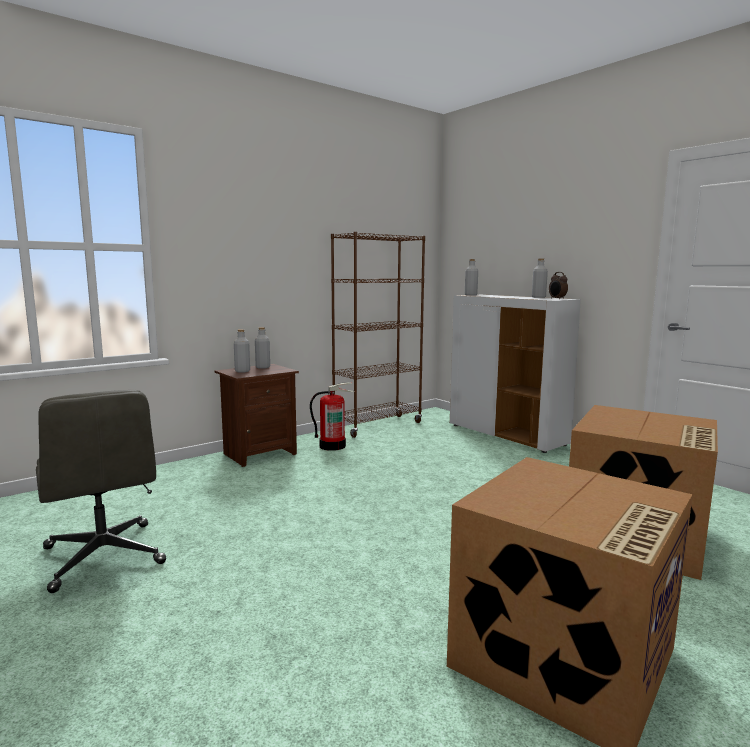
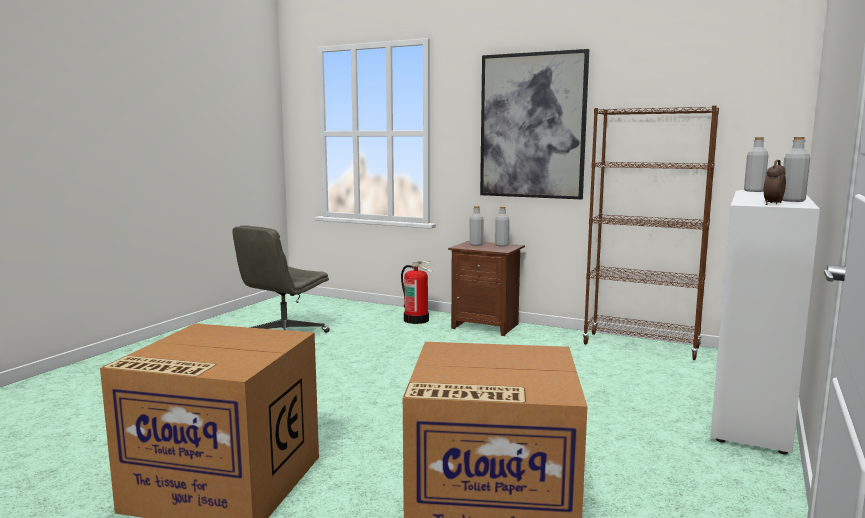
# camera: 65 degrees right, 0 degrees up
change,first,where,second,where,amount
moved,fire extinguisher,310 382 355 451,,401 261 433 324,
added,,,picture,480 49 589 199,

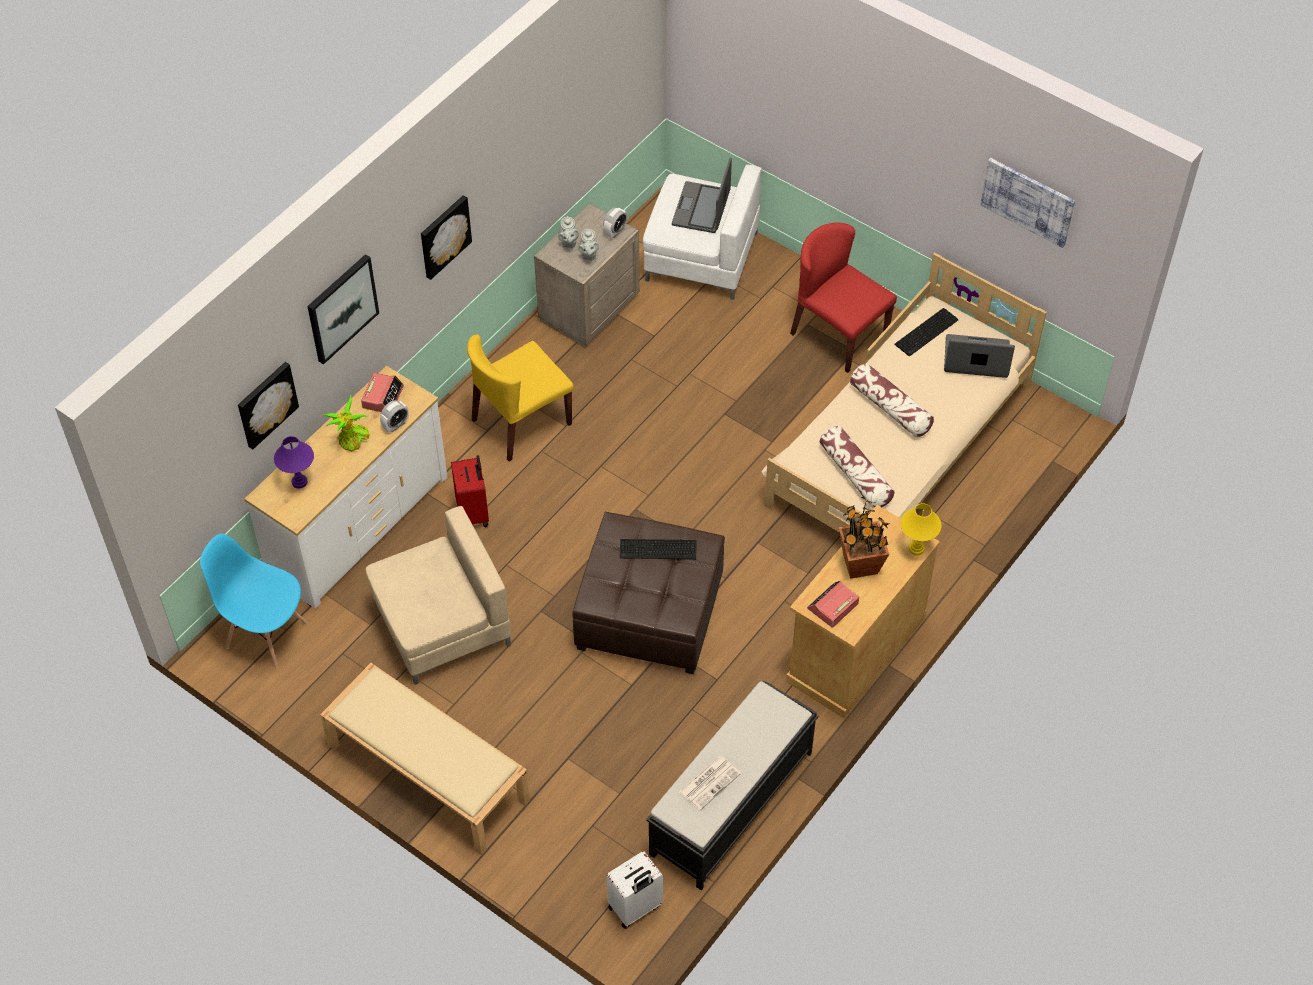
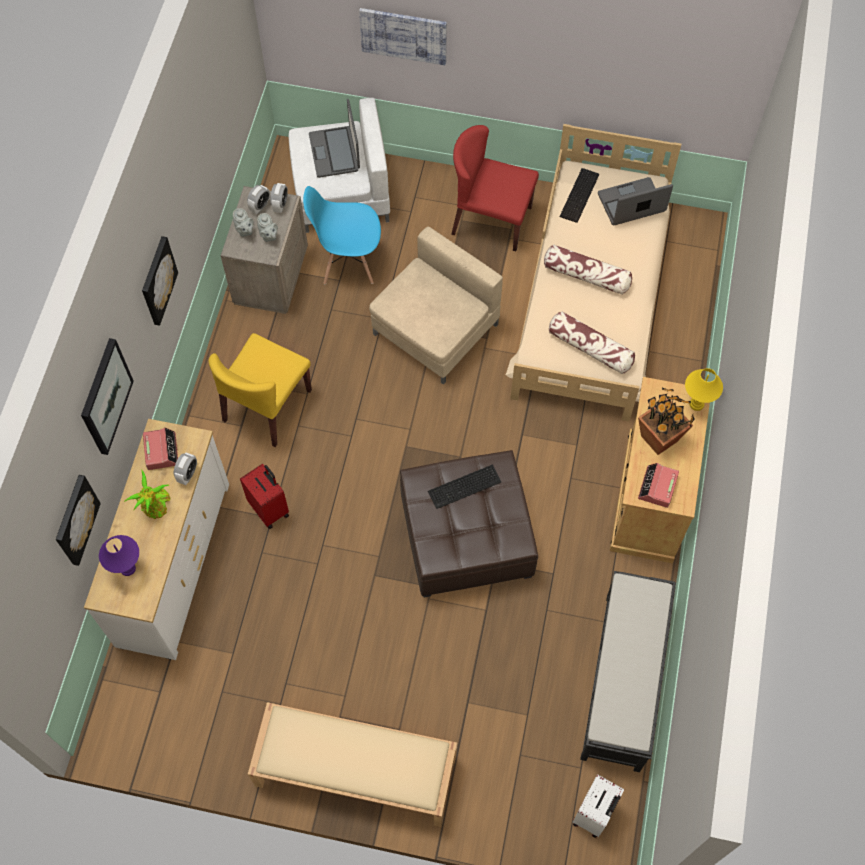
# camera: 25 degrees left, 10 degrees up
change,first,where,second,where,amount
added,,,alarm clock,247 185 270 214,
moved,blue chair,200 533 308 669,,303 186 381 284,
moved,picture,980 158 1075 248,,359 8 447 65,
moved,beige armchair,366 506 511 685,,369 227 503 385,
removed,newspaper,679 756 741 811,,,

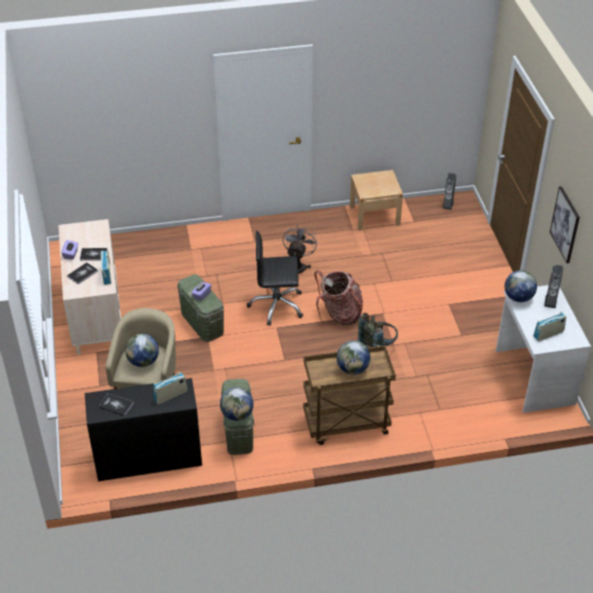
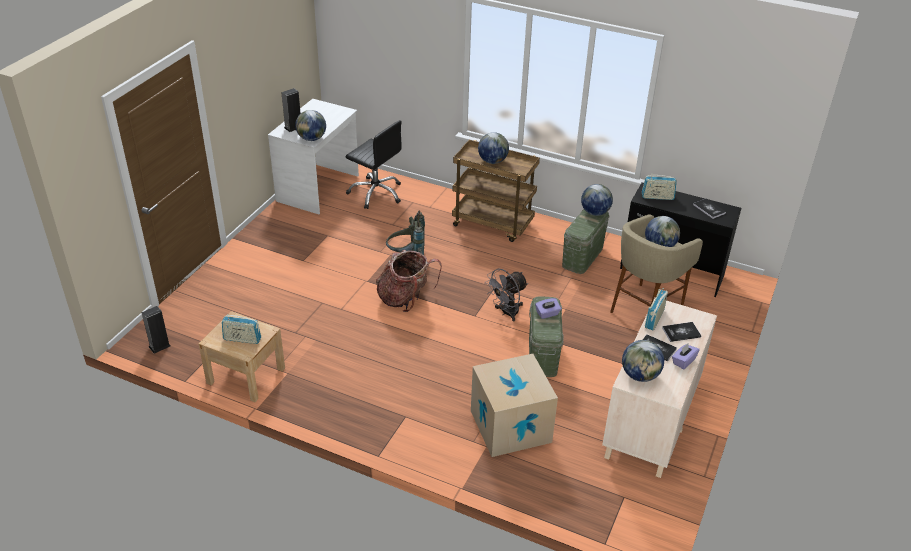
# camera: 145 degrees left, 5 degrees down
change,first,where,second,where,amount
moved,radio,533 311 566 341,,222 314 261 344,
moved,black office chair,247 231 303 326,,346 120 402 209,
added,,,cardboard box,471 354 558 457,
moved,grey fan,283 224 318 274,,485 268 528 321,
added,,,globe,622 340 664 382,
removed,picture,550 186 580 263,,,

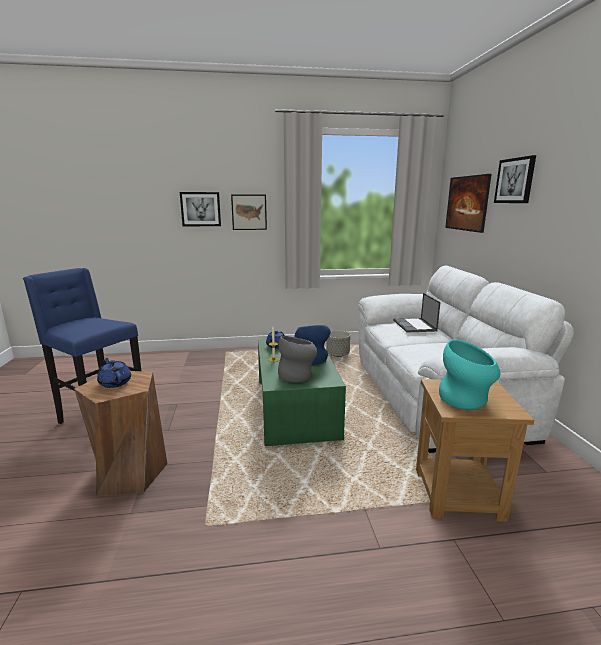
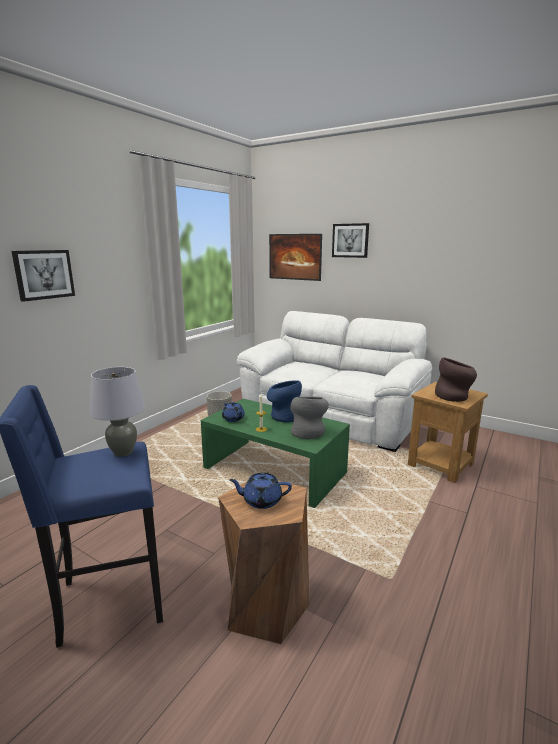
# camera: 50 degrees left, 0 degrees up
change,first,where,second,where,amount
added,,,grey table lamp,90 367 145 457,
recoloured,turquoise vase,439 339 501 410,brown vase,435 357 477 402,
removed,picture,231 194 267 230,,,
removed,laptop,393 293 441 333,,,

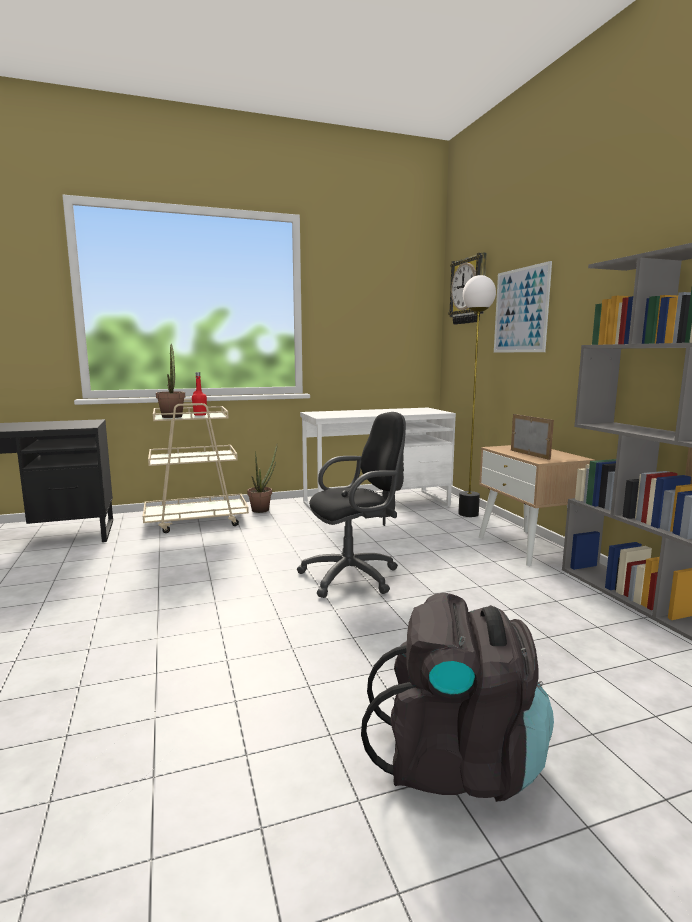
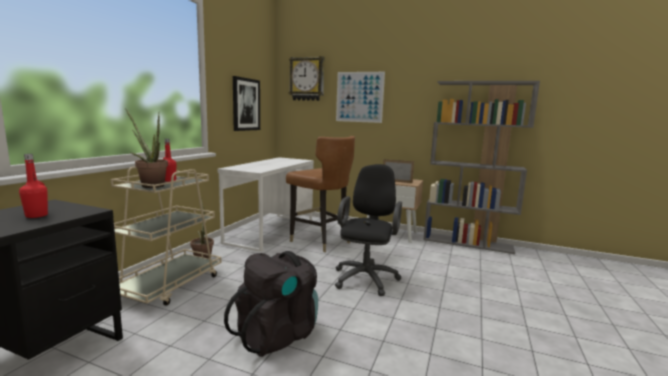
# camera: 50 degrees left, 0 degrees up
change,first,where,second,where,amount
added,,,red bottle,19 154 48 218,
moved,black backpack,361 593 554 802,,224 251 318 357,
added,,,picture,233 76 260 131,
added,,,brown chair,286 136 355 252,
removed,floor lamp,458 275 496 517,,,

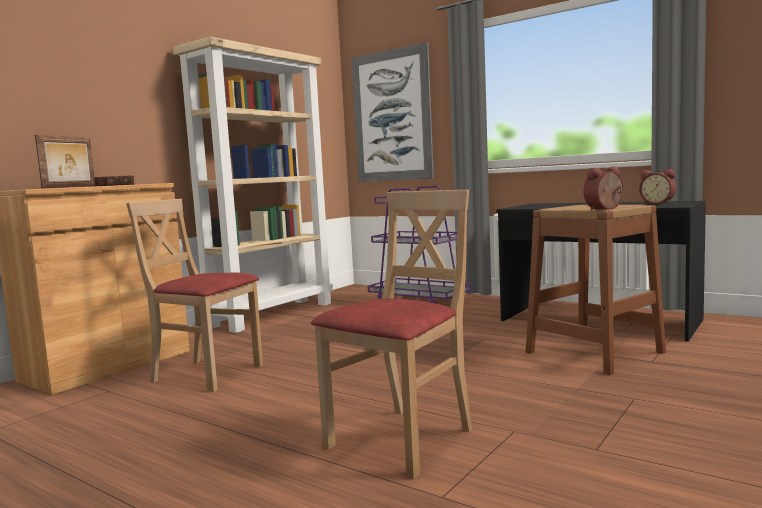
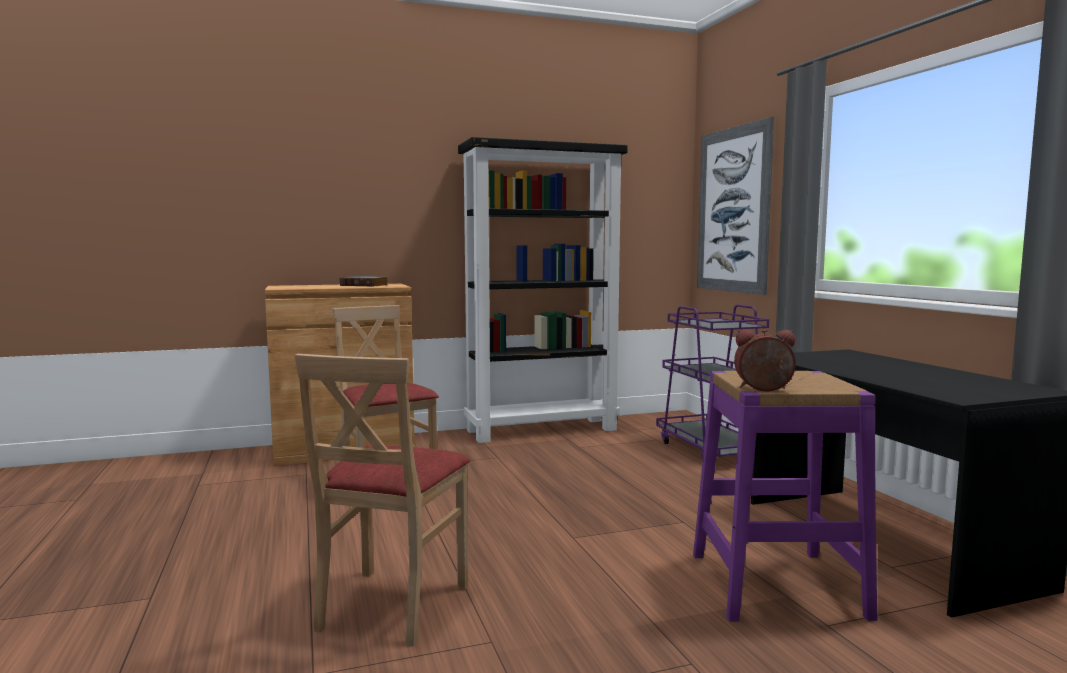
# camera: 35 degrees right, 0 degrees up
change,first,where,second,where,amount
turned,beige chair,311 190 472 479,,295 353 470 647,120 degrees clockwise
recoloured,beige bookcase,173 36 333 333,black bookcase,458 137 628 443,
recoloured,brown stool,525 205 666 375,purple stool,693 371 878 622,
removed,picture frame,35 135 95 189,,,
removed,alarm clock,639 169 676 204,,,

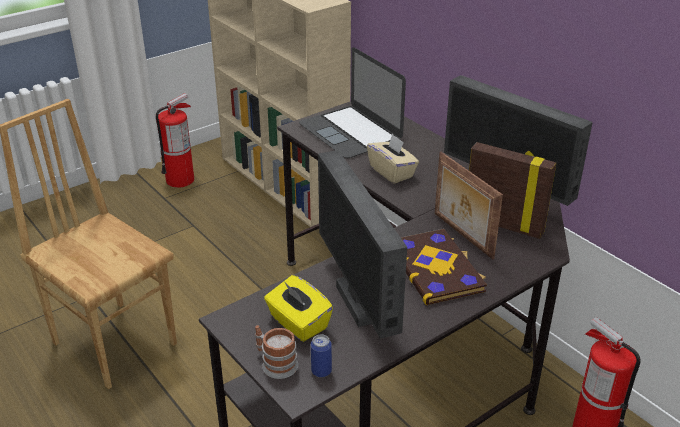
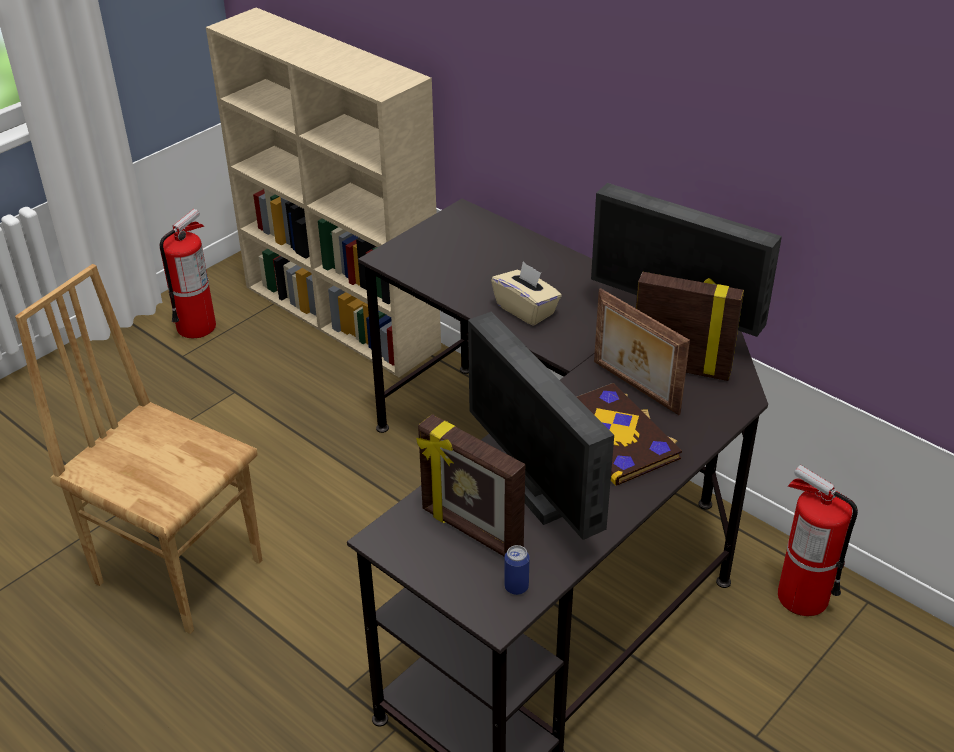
# camera: 10 degrees left, 5 degrees up
change,first,where,second,where,amount
replaced,yellow tissue box,264 275 333 342,picture frame,416 414 525 557,
removed,mug,255 325 298 379,,,
removed,laptop,299 47 406 158,,,

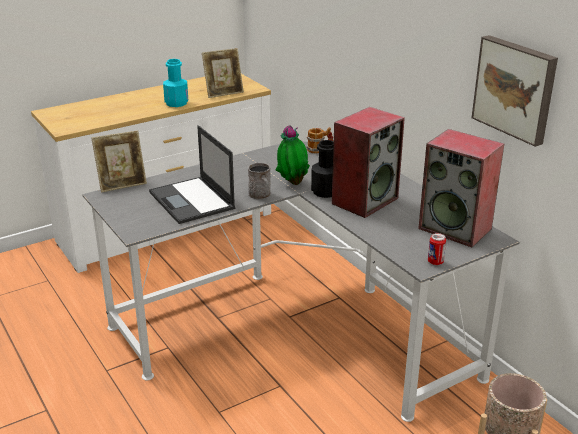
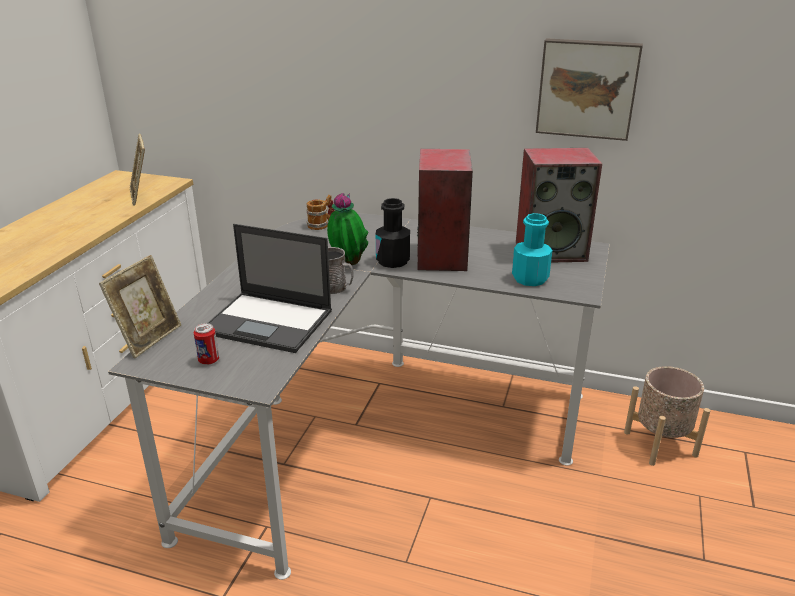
# camera: 40 degrees left, 0 degrees up
change,first,where,second,where,amount
turned,picture frame,202 48 244 98,,130 133 145 205,135 degrees clockwise
moved,can,428 233 446 265,,194 323 219 365,
moved,turquoise bottle,163 59 188 107,,512 213 552 286,

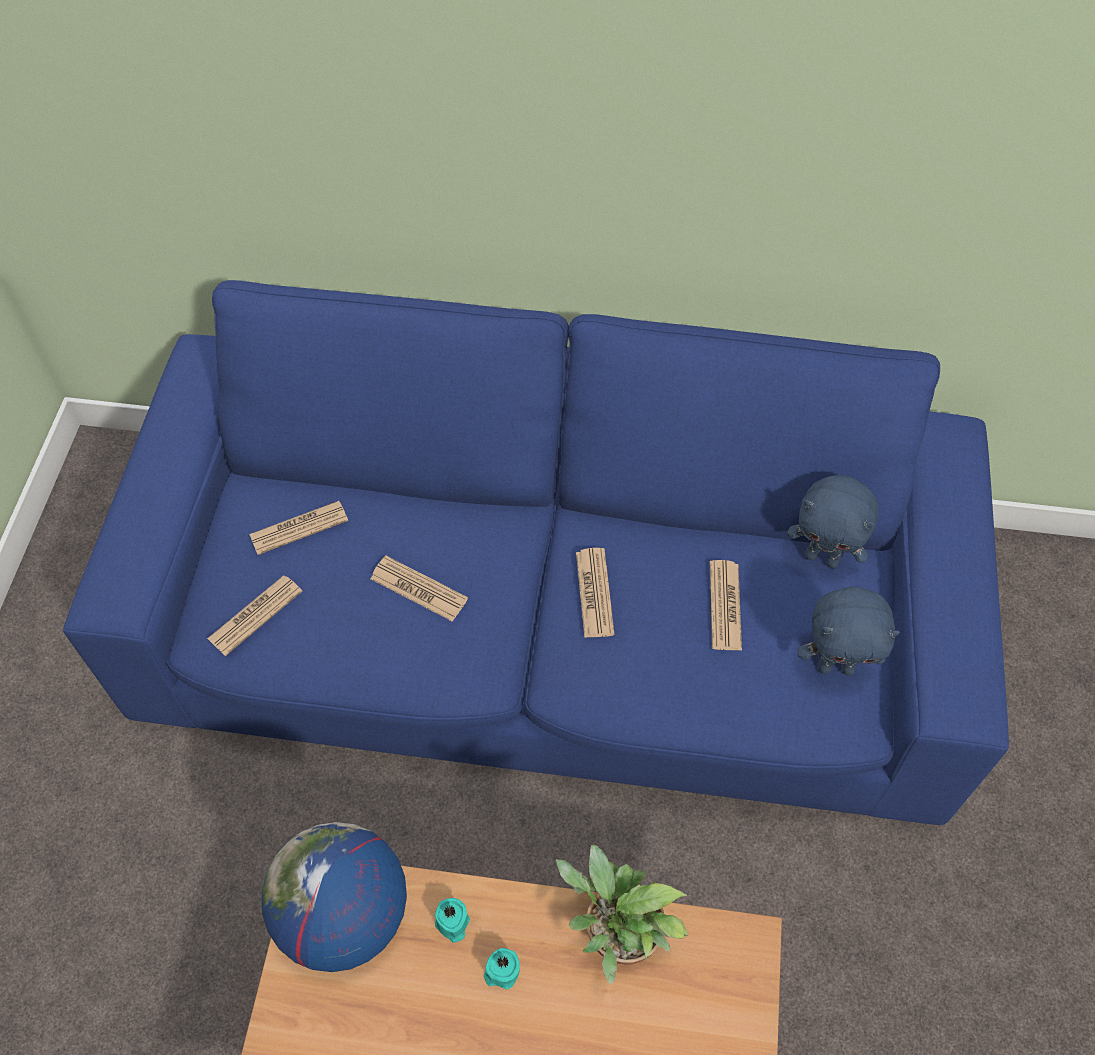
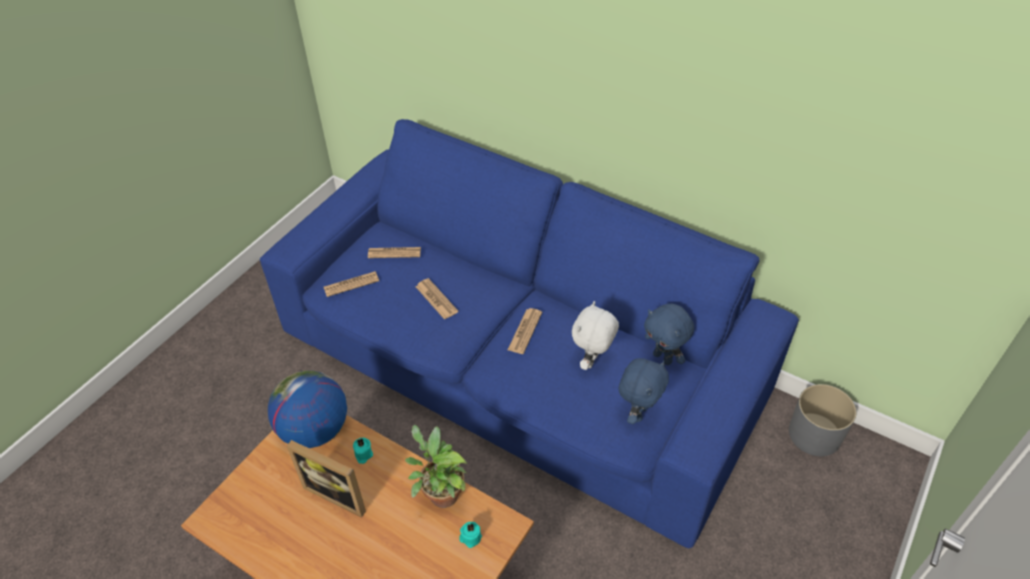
# camera: 25 degrees right, 10 degrees down
change,first,where,second,where,amount
added,,,picture frame,287 440 366 517,
moved,turquoise candle,484 948 520 989,,459 522 482 548,
replaced,newspaper,710 560 742 651,white plush toy,572 301 619 370,
turned,blue plush toy,798 587 900 675,,619 358 669 424,90 degrees counterclockwise
added,,,grey planter,789 384 857 456,

